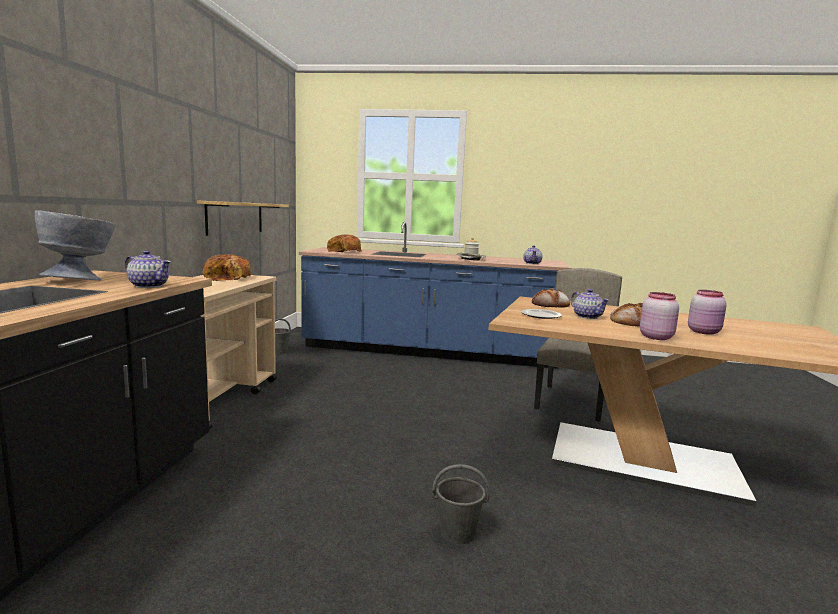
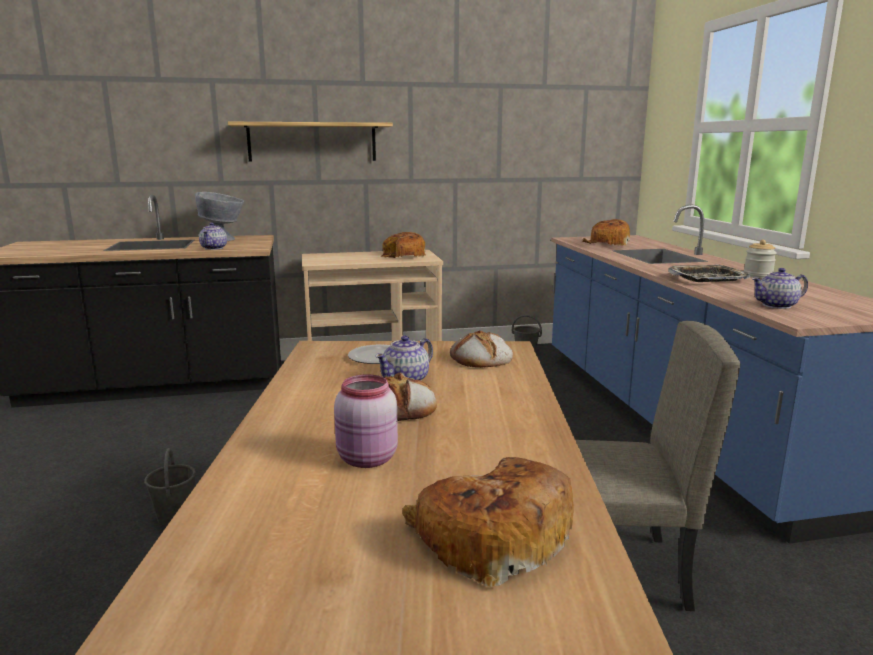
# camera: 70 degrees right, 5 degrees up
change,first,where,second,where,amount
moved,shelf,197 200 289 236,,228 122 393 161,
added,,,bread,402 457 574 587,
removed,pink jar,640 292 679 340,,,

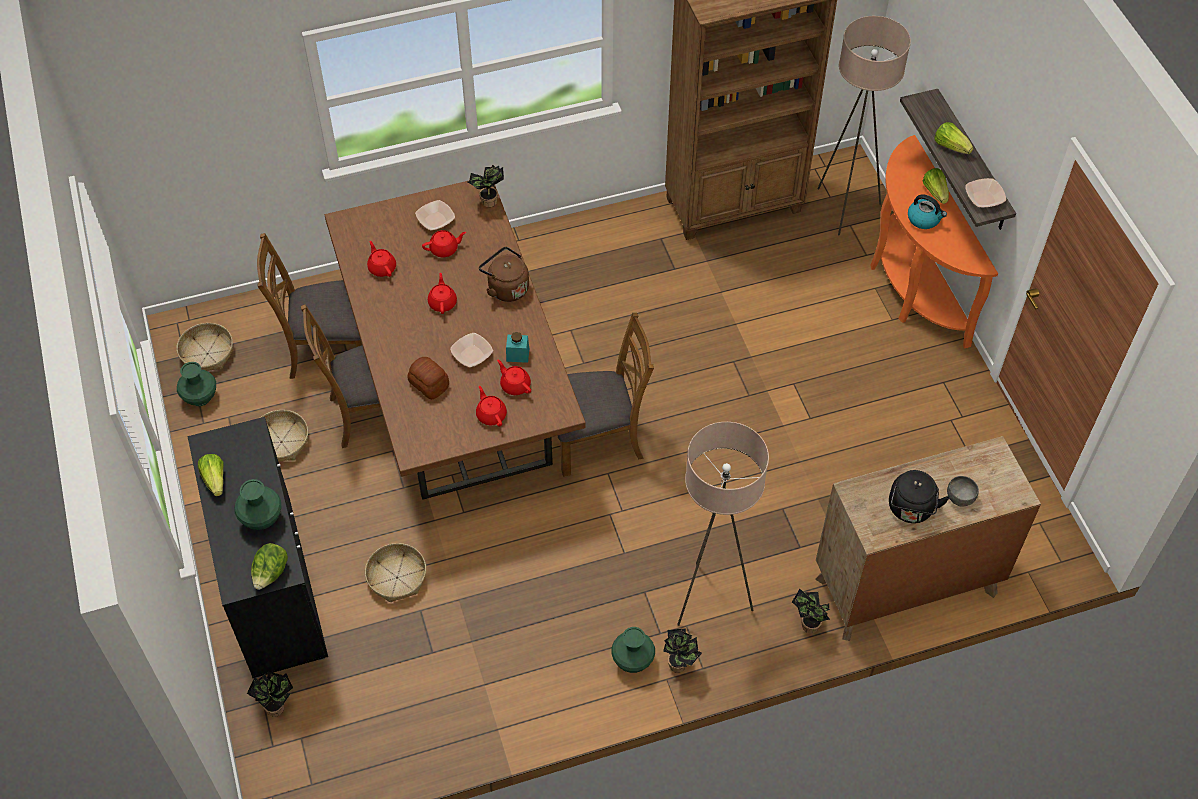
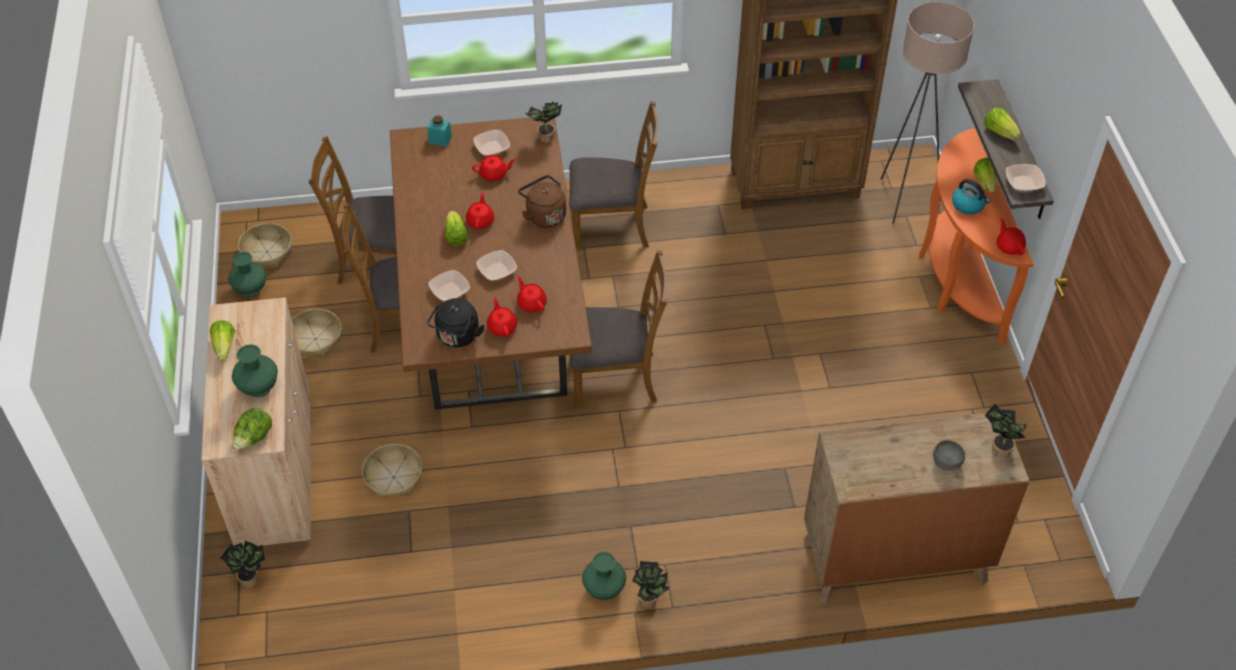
# camera: 10 degrees right, 5 degrees down
change,first,where,second,where,amount
recoloured,black cabinet,187 417 328 678,beige cabinet,201 297 311 546,
moved,black kettle,889 470 950 523,,427 298 485 347,
moved,turquoise jar,506 332 530 363,,428 116 452 147,
replaced,bread,407 357 449 399,bowl,428 270 470 301,
added,,,lettuce,445 211 468 246,
added,,,brown chair,569 101 658 250,
moved,potted plant,792 589 830 633,,985 404 1027 458,
moved,red teapot,367 241 396 277,,996 218 1026 255,
removed,beige floor lamp,677 422 769 626,,,

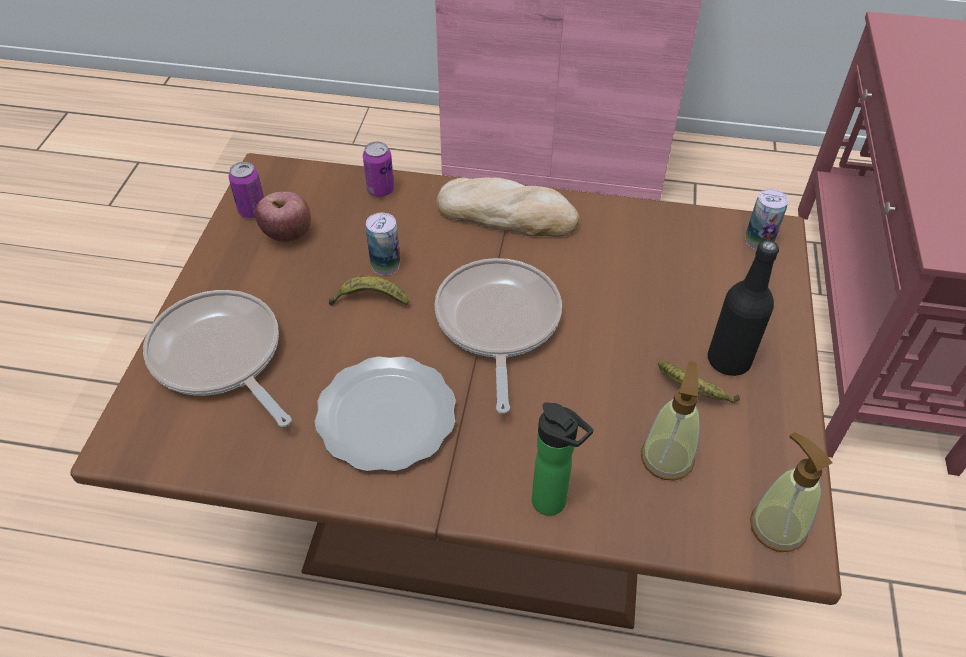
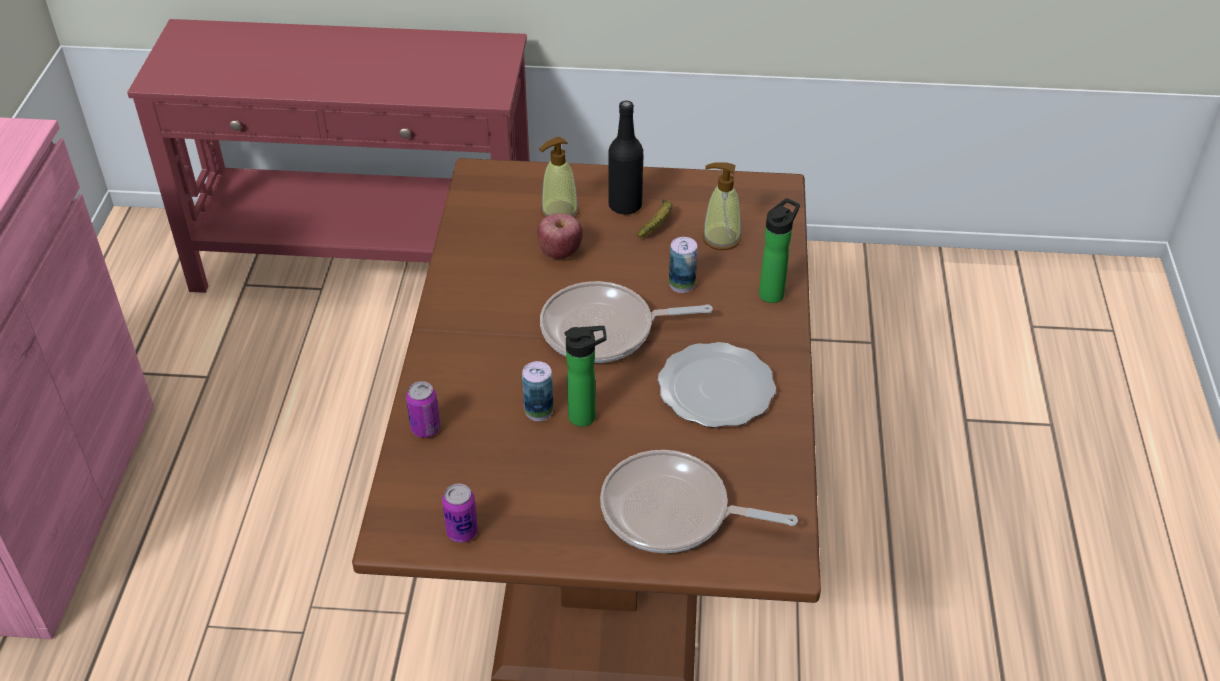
# camera: 95 degrees left, 5 degrees down
change,first,where,second,where,amount
moved,apple,255 192 311 242,,537 213 583 259,
moved,soap dispenser,750 432 832 552,,539 137 579 218,
replaced,banana,329 276 409 306,bottle,565 326 607 427,
turned,frying pan,143 290 292 427,,600 450 798 553,60 degrees clockwise
moved,can,745 189 788 250,,669 237 698 293,
removed,bread,437 177 580 237,,,

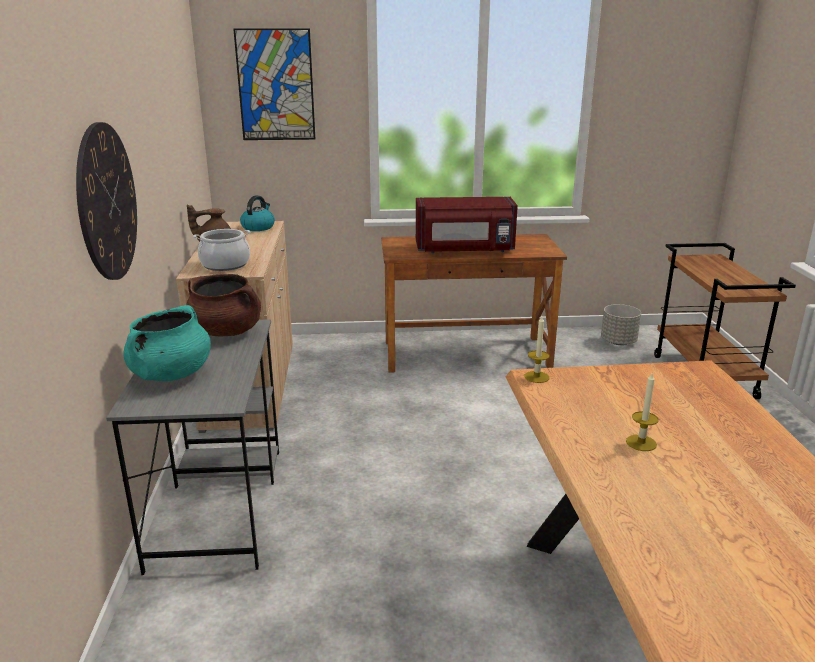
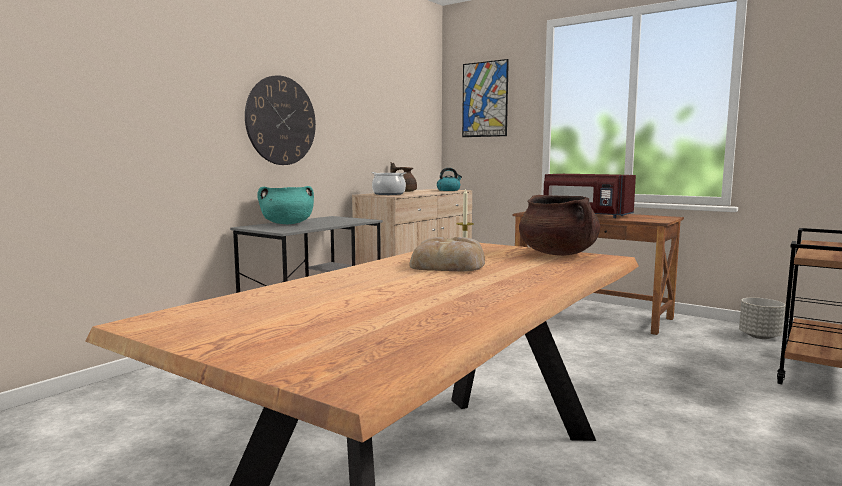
# camera: 40 degrees right, 15 degrees down
change,first,where,second,where,amount
replaced,candle,626 373 659 451,bread,409 237 485 271,
moved,brown cooking pot,186 274 261 336,,519 195 600 256,

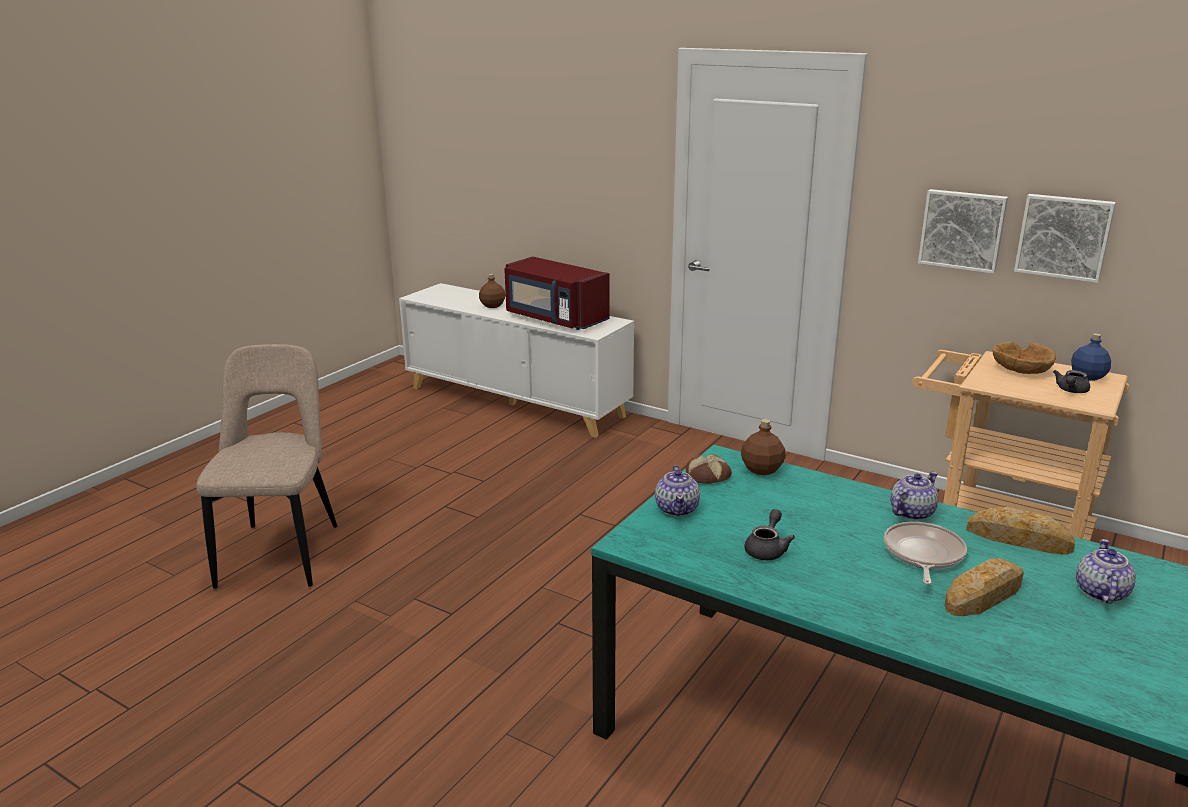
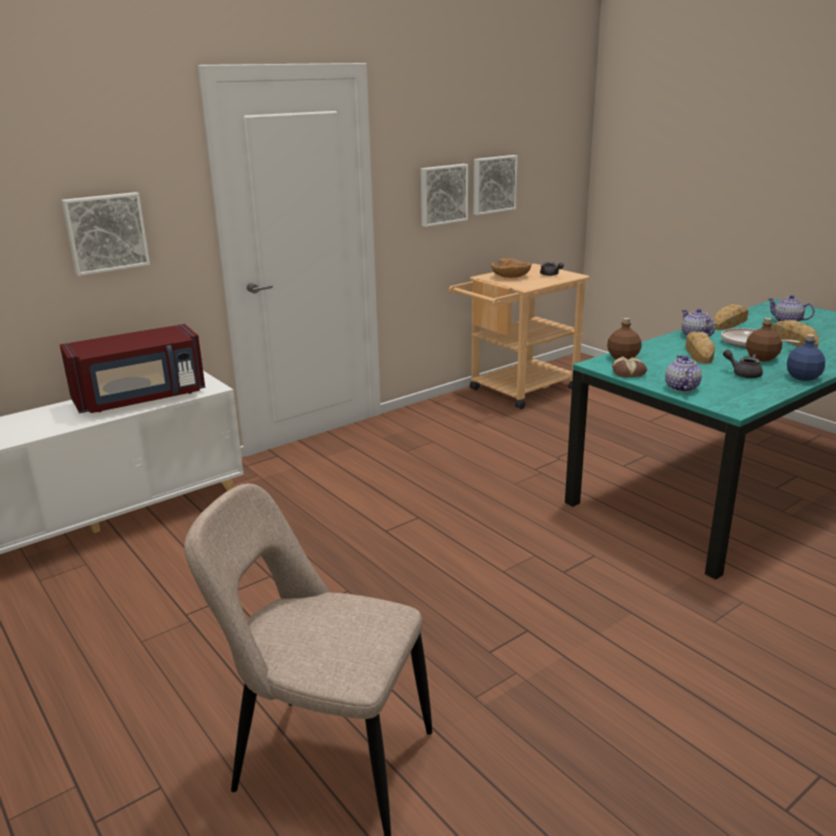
# camera: 70 degrees left, 0 degrees up
change,first,where,second,where,amount
added,,,picture,62 192 150 276,
turned,teapot,655 465 700 517,,665 355 702 392,105 degrees counterclockwise
added,,,bread,685 332 715 364,
moved,brown bottle,479 274 506 308,,746 318 782 361,
moved,blue bottle,1071 333 1111 381,,787 334 825 381,

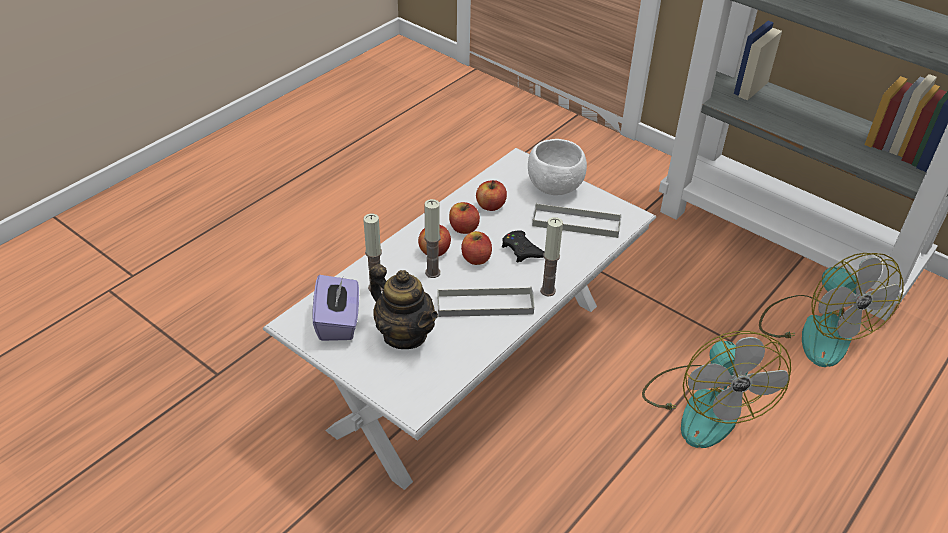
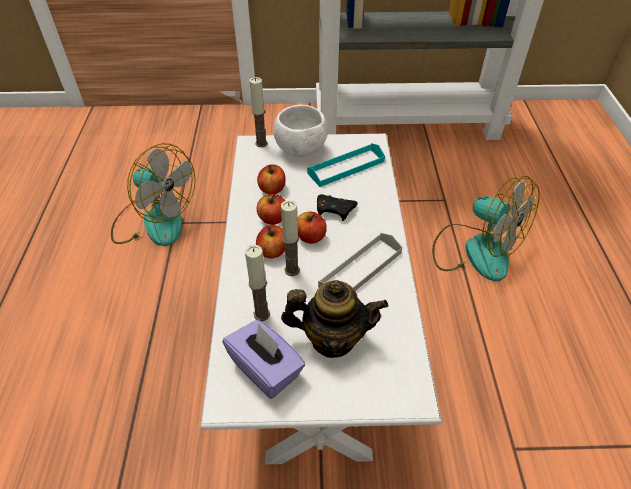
# camera: 40 degrees left, 5 degrees up
change,first,where,second,where,amount
moved,fan,759 253 904 367,,111 143 195 246,
moved,candle,540 217 563 297,,249 77 267 147,
recoloured,grey tray,532 203 621 238,turquoise tray,307 143 385 187,

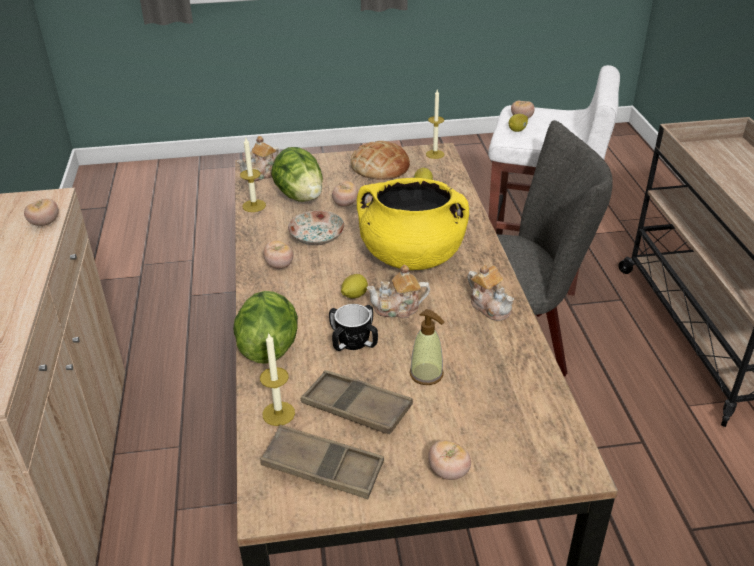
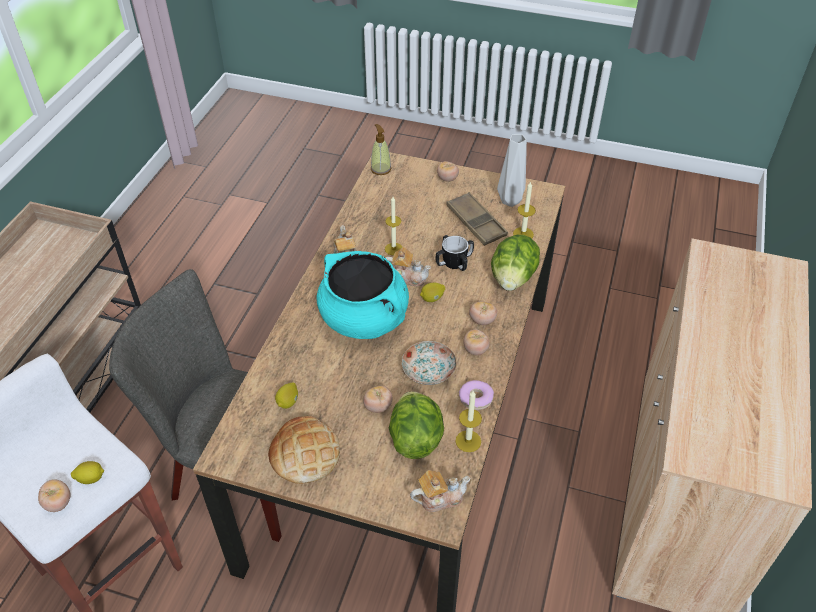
# camera: 155 degrees left, 10 degrees up
change,first,where,second,where,amount
recoloured,yellow cooking pot,357 178 469 270,turquoise cooking pot,316 251 409 339,
moved,soap dispenser,410 309 444 385,,371 124 391 175,
moved,candle,426 90 444 159,,385 197 402 256,
added,,,donut,459 380 494 410,
moved,tomato,24 199 59 226,,469 301 497 325,
replaced,brown tray,260 425 384 499,grey vase,497 134 527 207,

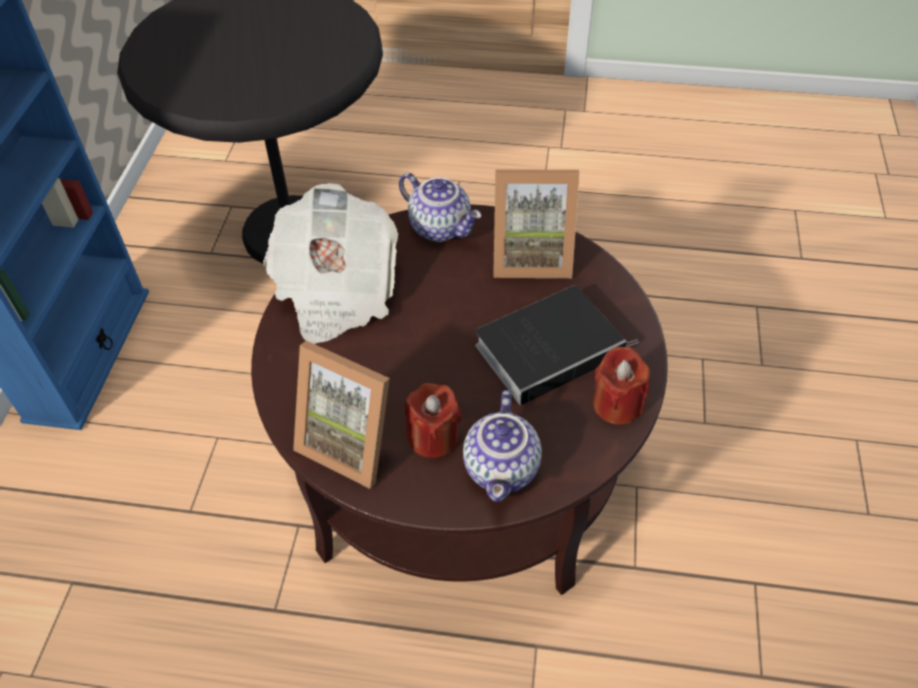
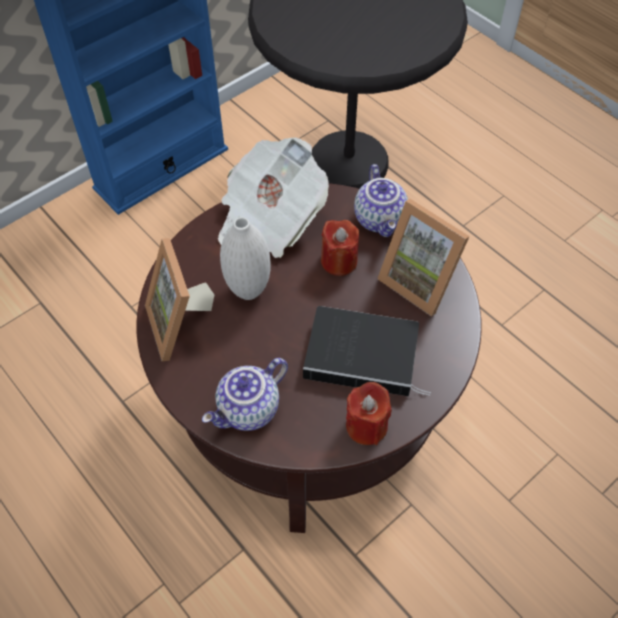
# camera: 40 degrees right, 5 degrees up
change,first,where,second,where,amount
added,,,white vase,220 217 271 300,
moved,red candle,405 383 462 458,,321 220 359 276,

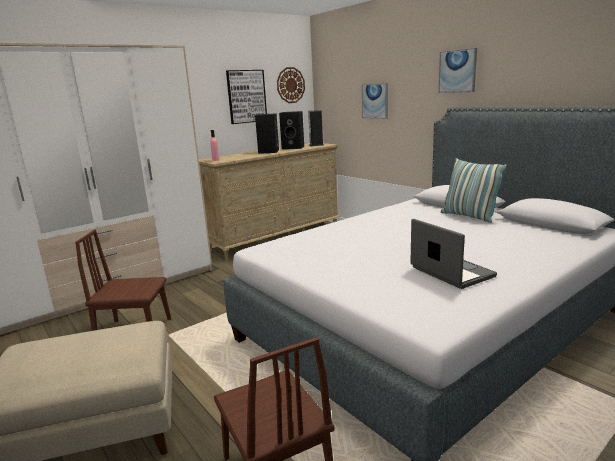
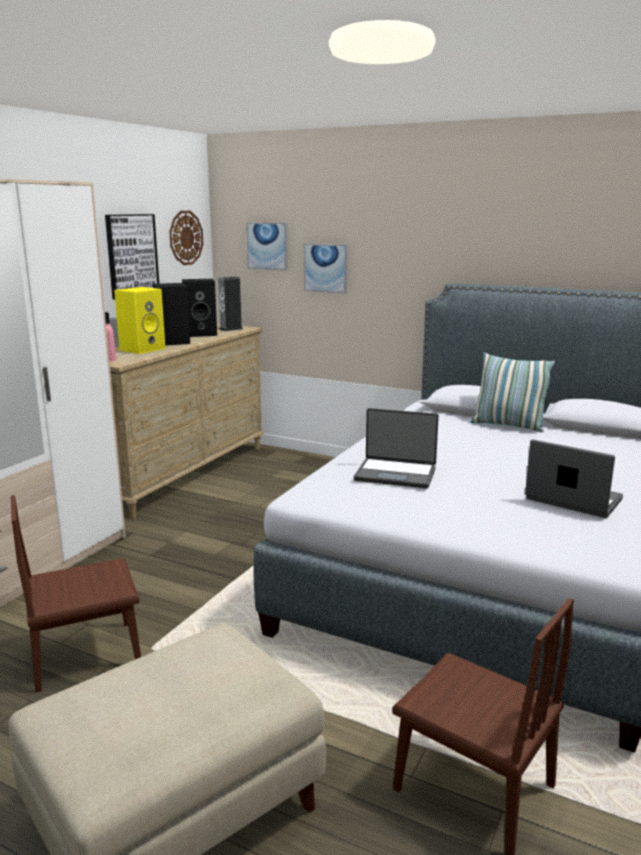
# camera: 25 degrees left, 0 degrees up
change,first,where,second,where,amount
added,,,yellow speaker,114 287 166 354,
moved,picture,438 48 477 93,,246 222 288 270,
added,,,laptop,354 408 439 489,

